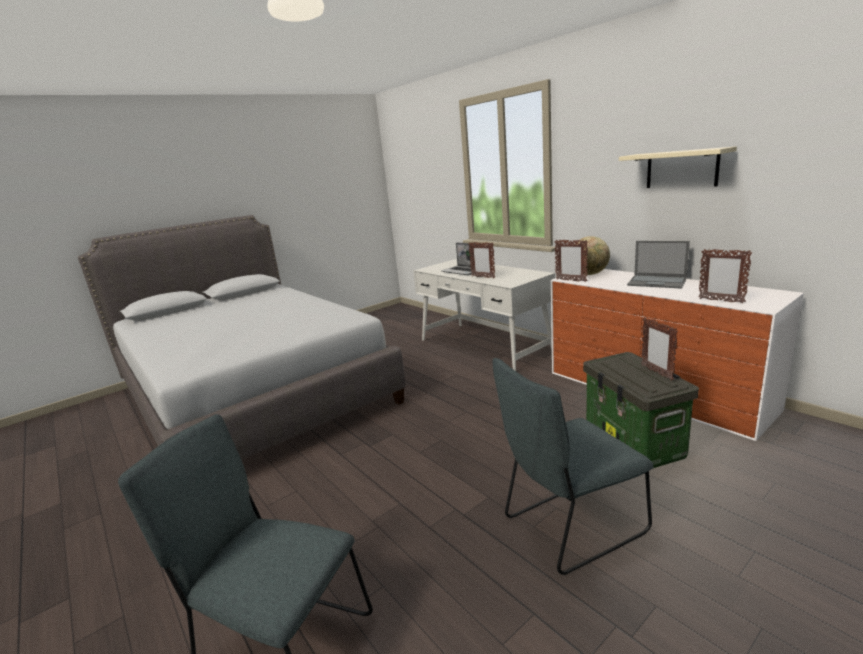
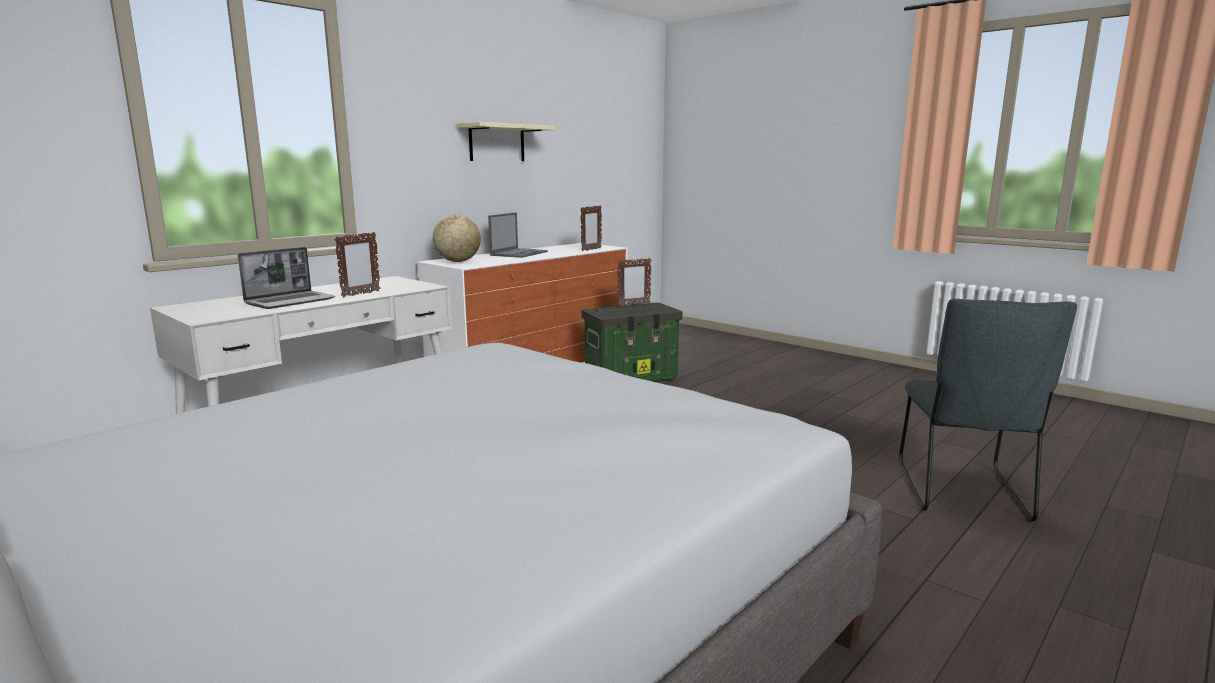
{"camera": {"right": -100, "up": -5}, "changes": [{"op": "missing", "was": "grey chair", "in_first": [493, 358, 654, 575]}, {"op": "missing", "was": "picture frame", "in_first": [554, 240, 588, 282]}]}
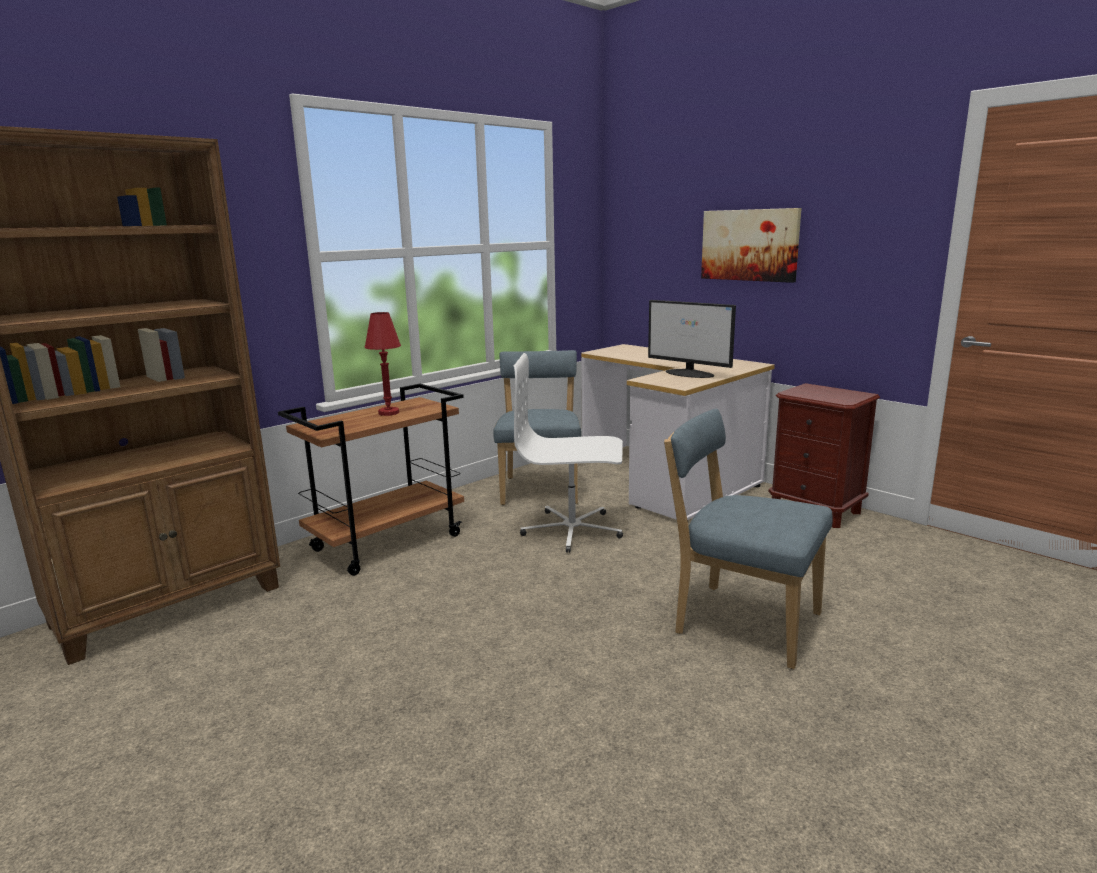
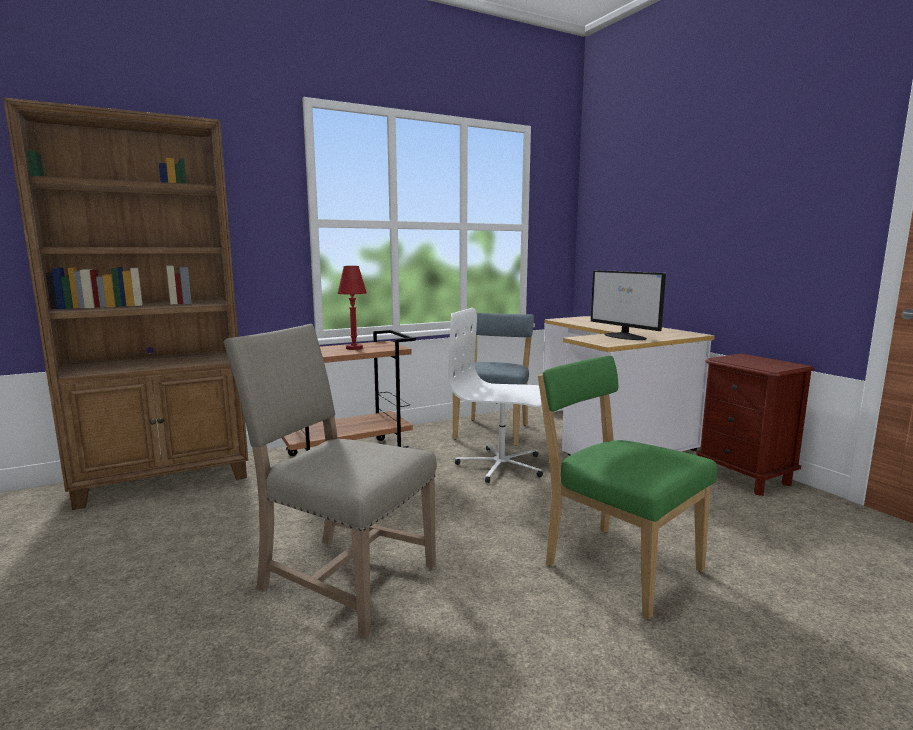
{"camera": {"right": 15, "up": -5}, "changes": [{"op": "appeared", "now": "beige chair", "in_second": [223, 324, 437, 638]}, {"op": "colour", "was": "blue-coloured chair", "now": "green chair", "in_first": [664, 409, 833, 669], "in_second": [538, 356, 717, 620]}, {"op": "missing", "was": "wall art", "in_first": [701, 208, 802, 283]}]}
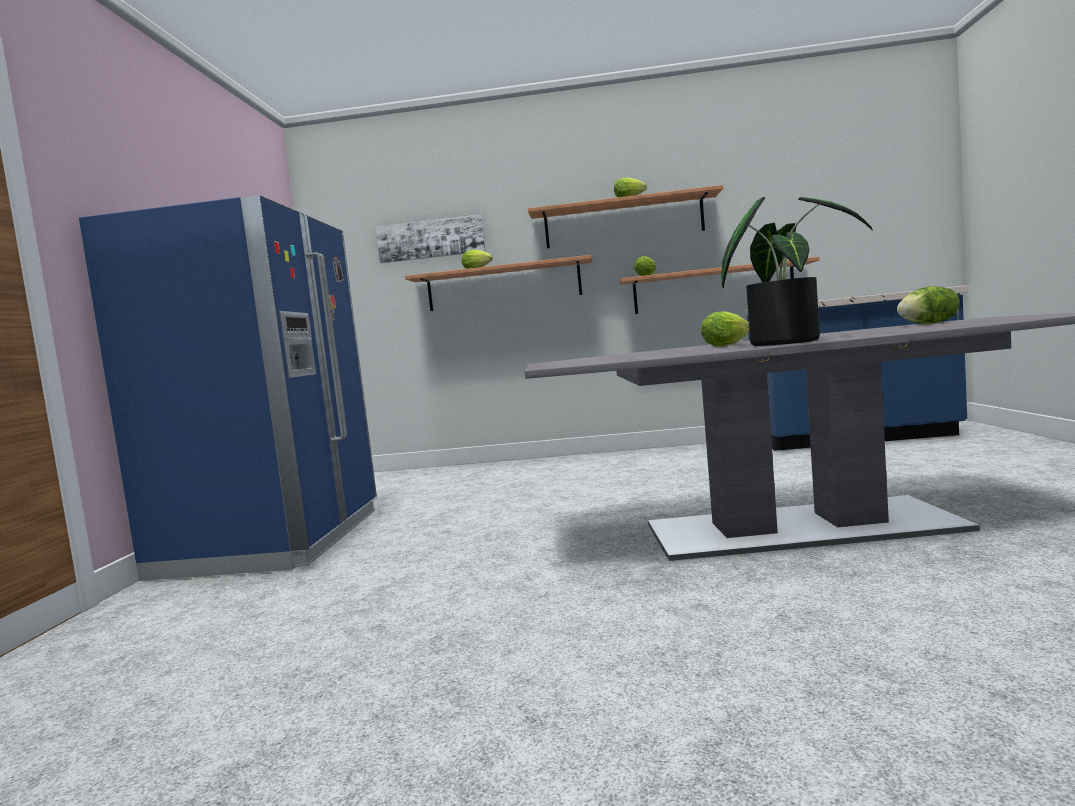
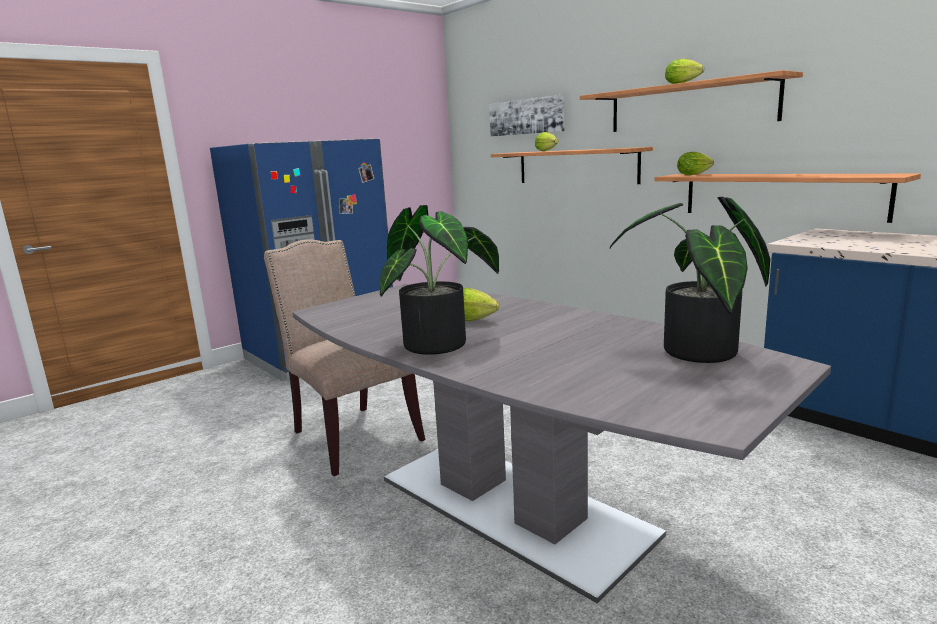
{"camera": {"right": 45, "up": 10}, "changes": [{"op": "appeared", "now": "beige chair", "in_second": [264, 239, 425, 476]}, {"op": "exchanged", "was": "head of lettuce", "now": "potted plant", "in_first": [897, 286, 960, 324], "in_second": [610, 197, 770, 363]}]}
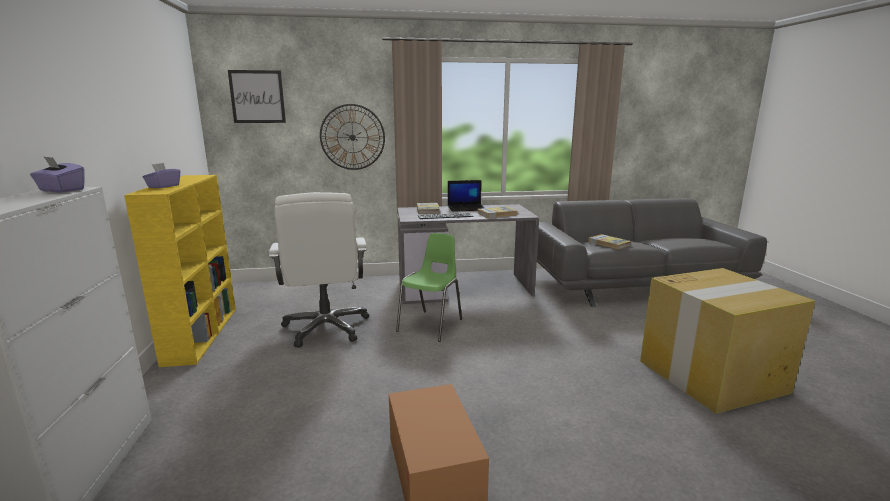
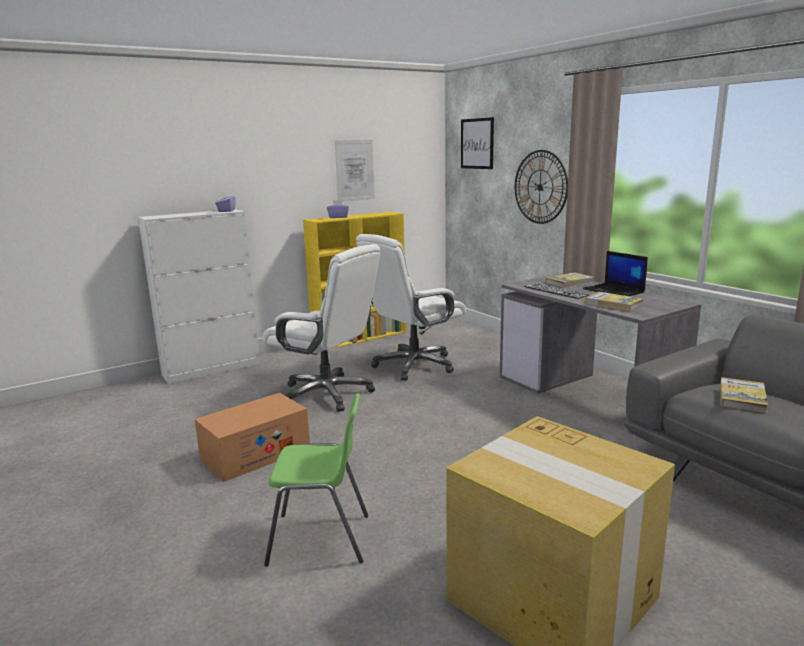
{"camera": {"right": 65, "up": 0}, "changes": [{"op": "appeared", "now": "white office chair", "in_second": [263, 244, 380, 412]}, {"op": "relocated", "was": "green chair", "in_first": [396, 233, 462, 342], "in_second": [264, 393, 368, 566]}, {"op": "appeared", "now": "wall art", "in_second": [335, 140, 375, 202]}]}
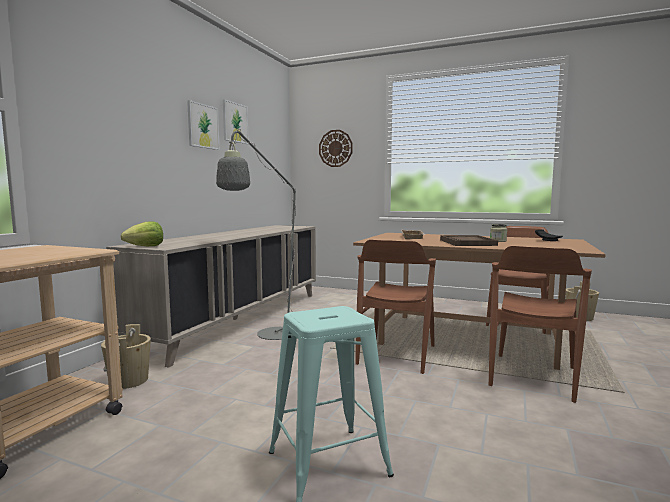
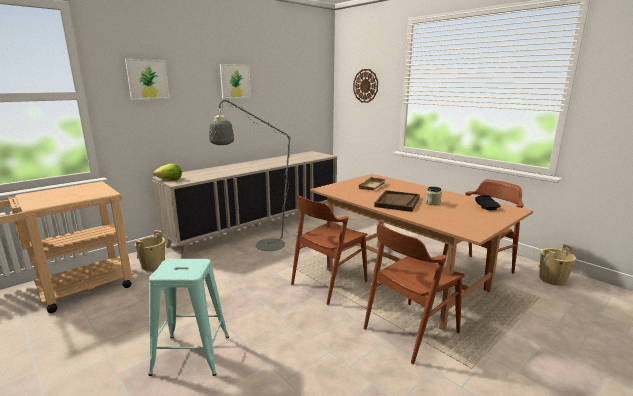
{"camera": {"right": 25, "up": 10}, "changes": [{"op": "relocated", "was": "wall art", "in_first": [223, 99, 249, 144], "in_second": [125, 59, 170, 100]}]}
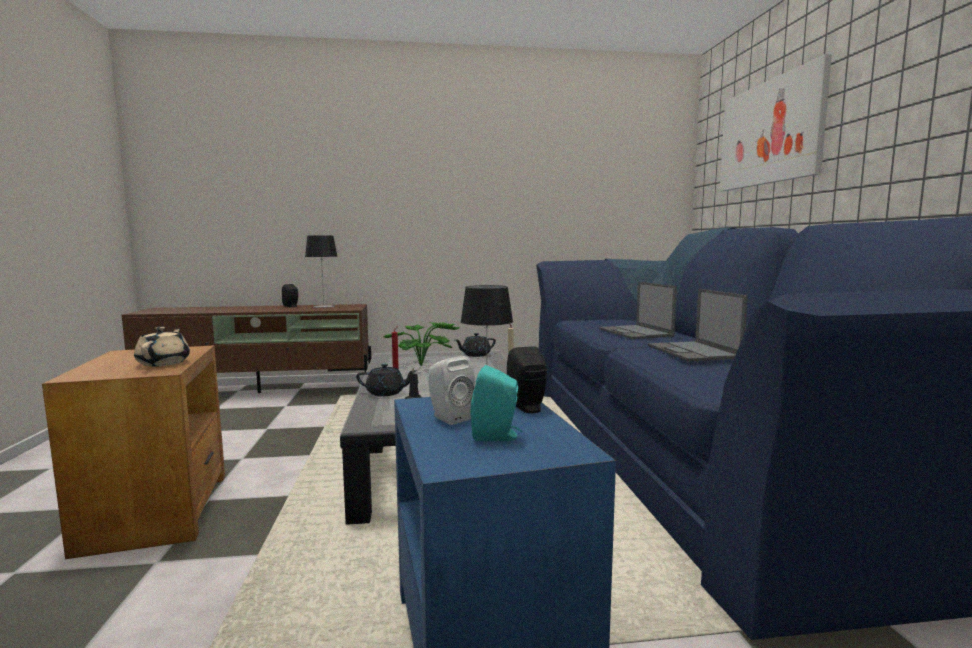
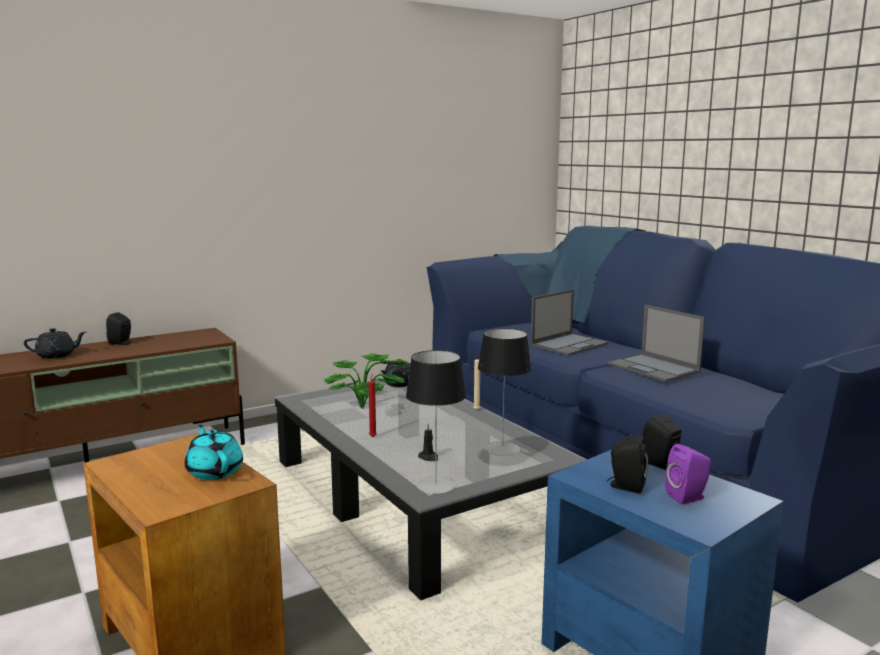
{"camera": {"right": -25, "up": 5}, "changes": [{"op": "relocated", "was": "black-coloured teapot", "in_first": [356, 364, 417, 396], "in_second": [24, 328, 86, 359]}, {"op": "colour", "was": "beige teapot", "now": "blue-green teapot", "in_first": [134, 327, 190, 367], "in_second": [185, 425, 243, 480]}, {"op": "relocated", "was": "lamp for a table", "in_first": [305, 235, 338, 308], "in_second": [406, 350, 466, 494]}, {"op": "spun", "was": "portable computer", "in_first": [599, 282, 677, 339], "in_second": [531, 289, 608, 356], "clockwise": -90}, {"op": "colour", "was": "white loudspeaker", "now": "black-coloured loudspeaker", "in_first": [428, 356, 475, 425], "in_second": [607, 435, 648, 494]}, {"op": "colour", "was": "blue-green loudspeaker", "now": "purplish loudspeaker", "in_first": [471, 365, 522, 441], "in_second": [665, 444, 711, 504]}, {"op": "missing", "was": "wall art", "in_first": [720, 54, 832, 191]}]}
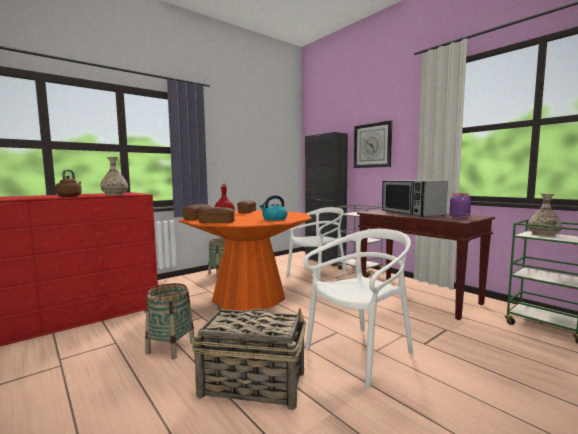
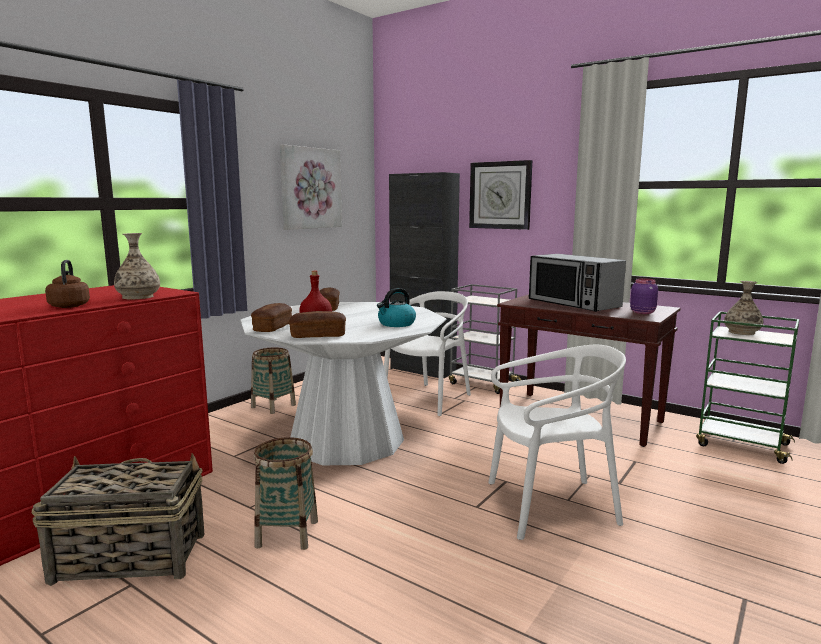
{"camera": {"right": -15, "up": 5}, "changes": [{"op": "relocated", "was": "basket", "in_first": [192, 303, 306, 410], "in_second": [31, 453, 204, 586]}, {"op": "colour", "was": "orange-coloured dining table", "now": "white dining table", "in_first": [179, 210, 312, 311], "in_second": [241, 302, 446, 465]}, {"op": "appeared", "now": "wall art", "in_second": [280, 144, 342, 230]}, {"op": "spun", "was": "white chair", "in_first": [303, 229, 413, 388], "in_second": [488, 345, 626, 540], "clockwise": 45}]}
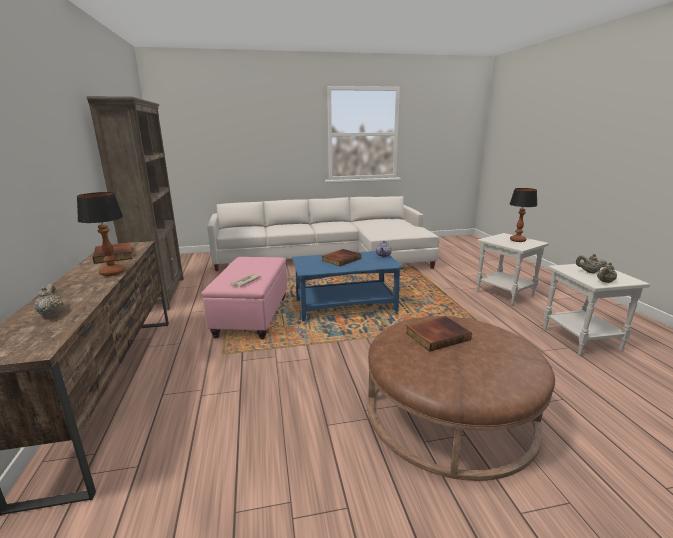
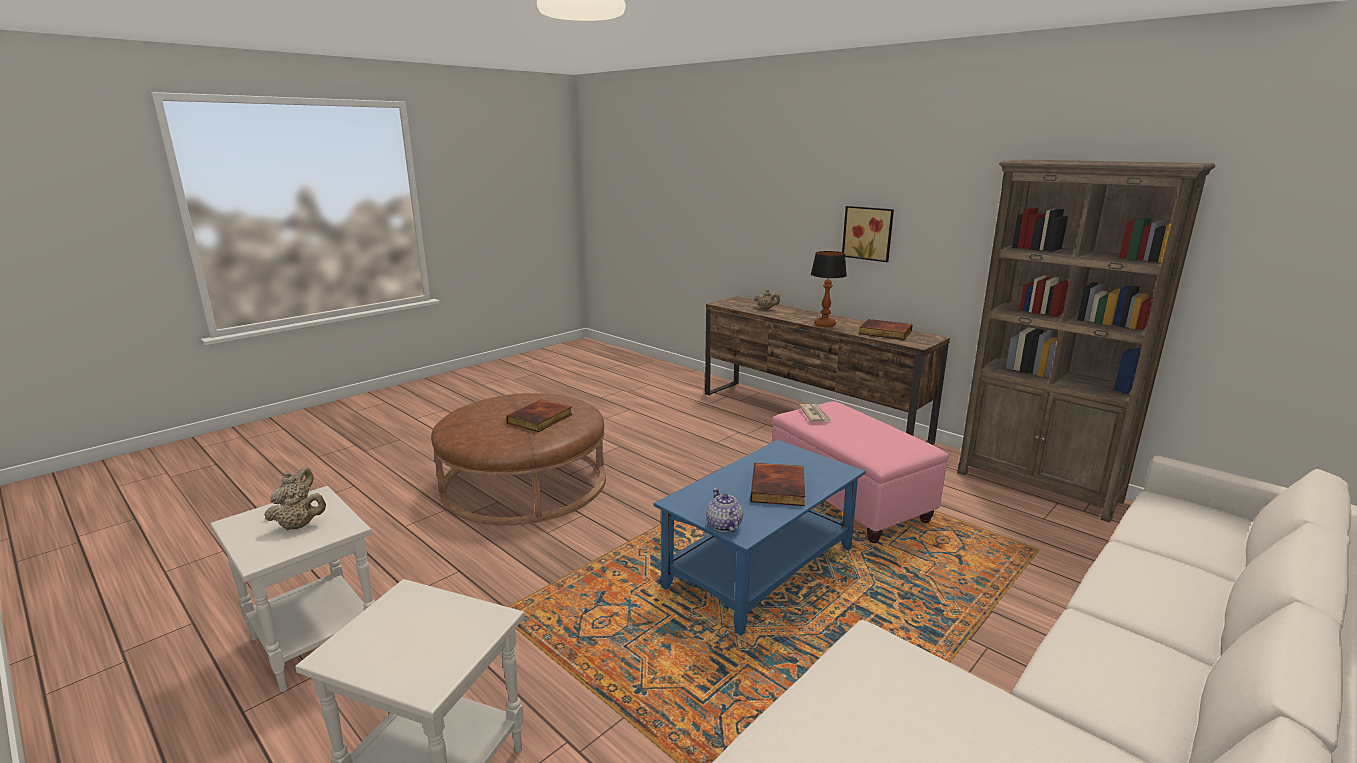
{"camera": {"right": 145, "up": 0}, "changes": [{"op": "appeared", "now": "wall art", "in_second": [842, 206, 894, 262]}, {"op": "missing", "was": "lamp for a table", "in_first": [510, 188, 537, 242]}]}
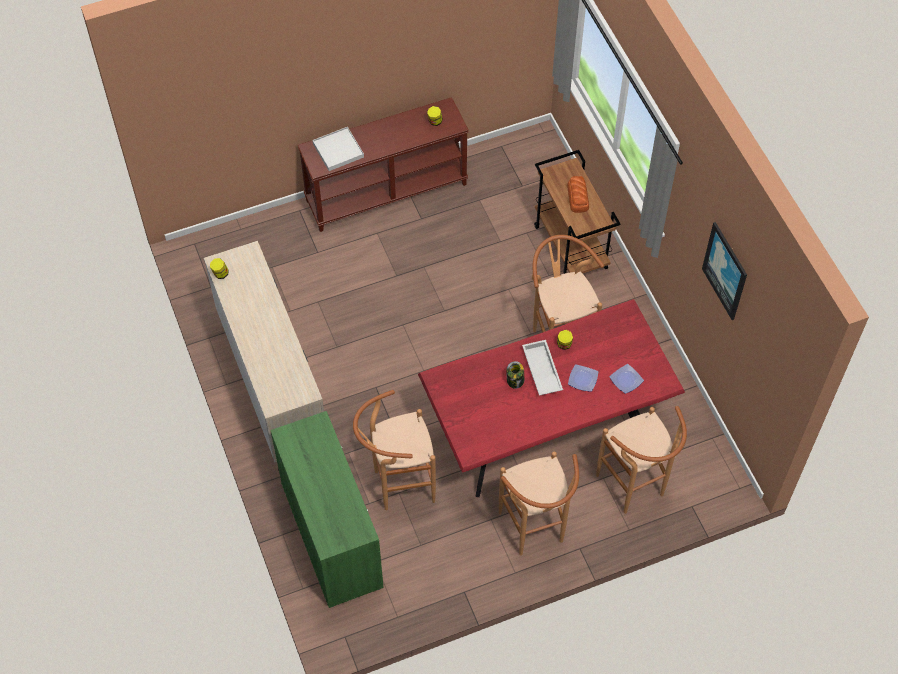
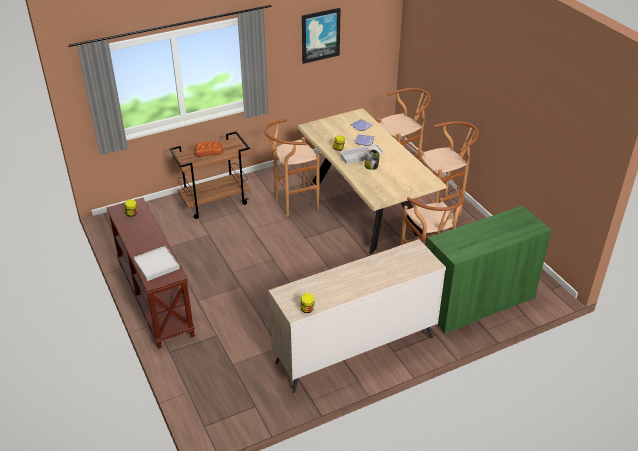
{"camera": {"right": -95, "up": -20}, "changes": [{"op": "colour", "was": "reddish dining table", "now": "beige dining table", "in_first": [418, 299, 685, 497], "in_second": [297, 108, 447, 254]}]}
